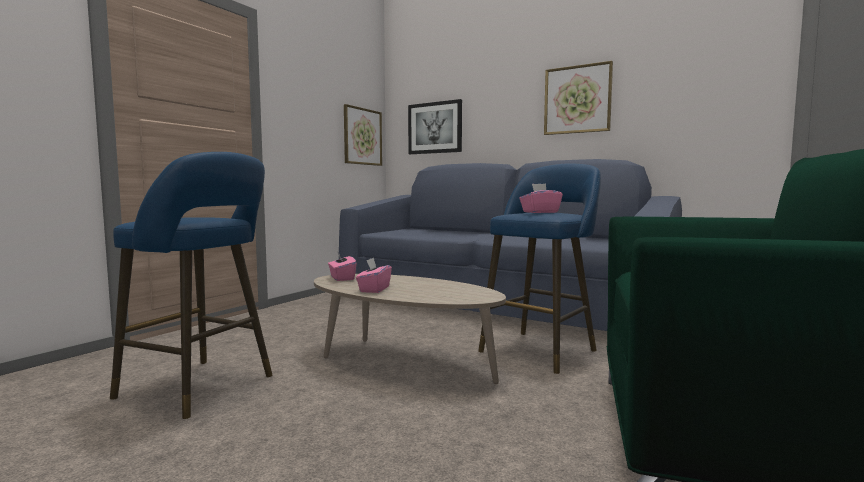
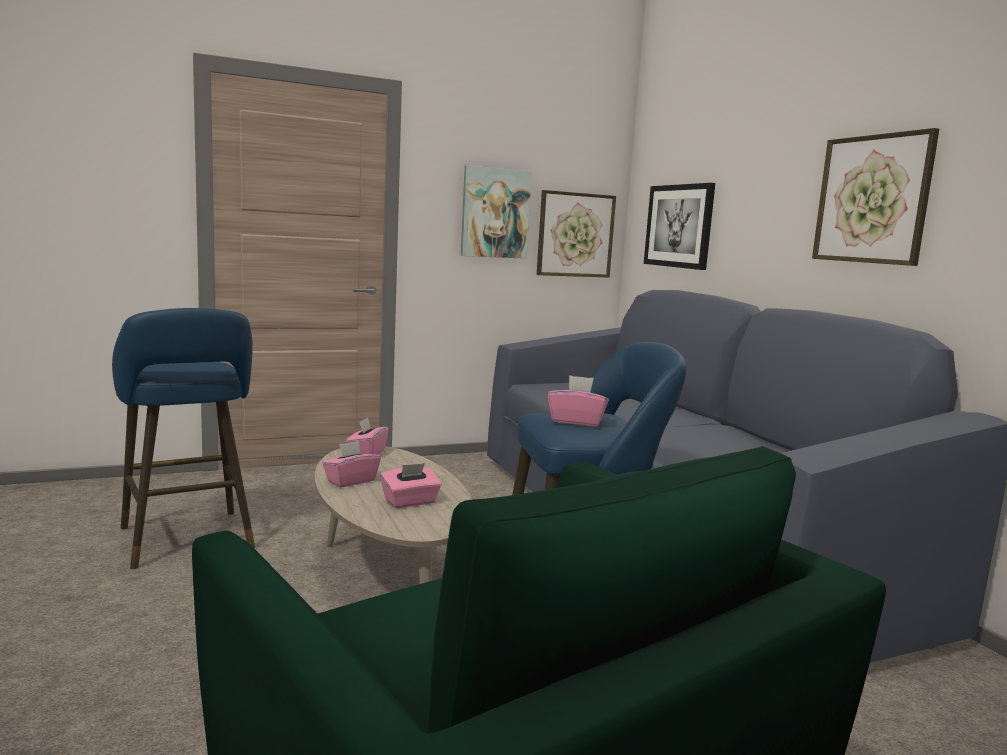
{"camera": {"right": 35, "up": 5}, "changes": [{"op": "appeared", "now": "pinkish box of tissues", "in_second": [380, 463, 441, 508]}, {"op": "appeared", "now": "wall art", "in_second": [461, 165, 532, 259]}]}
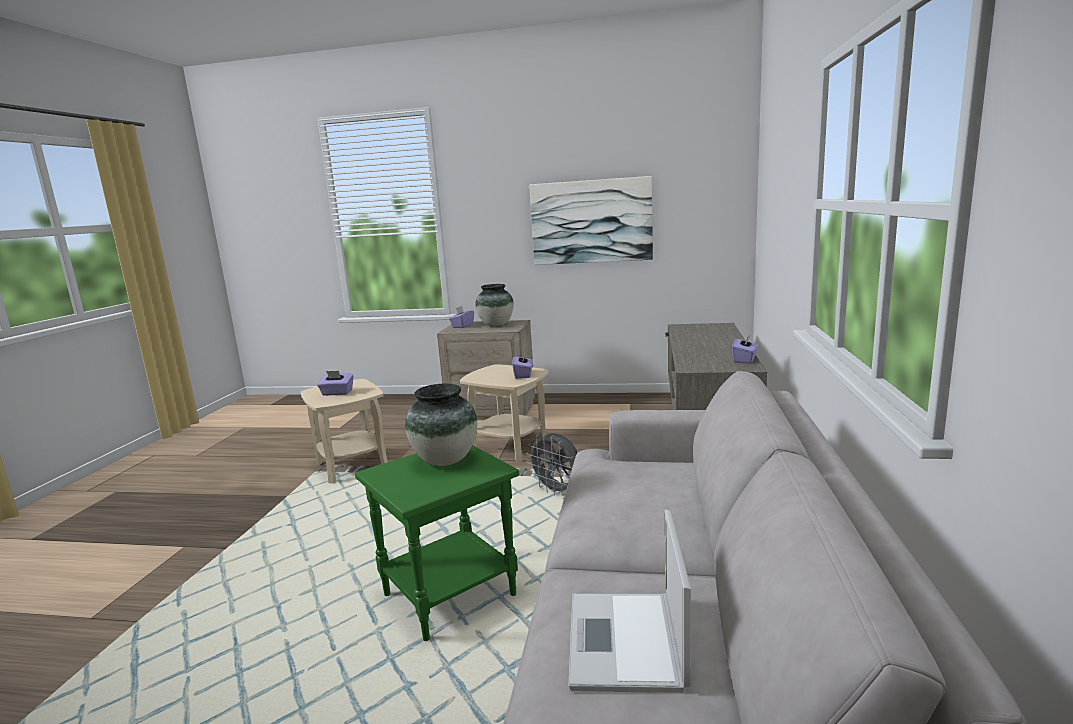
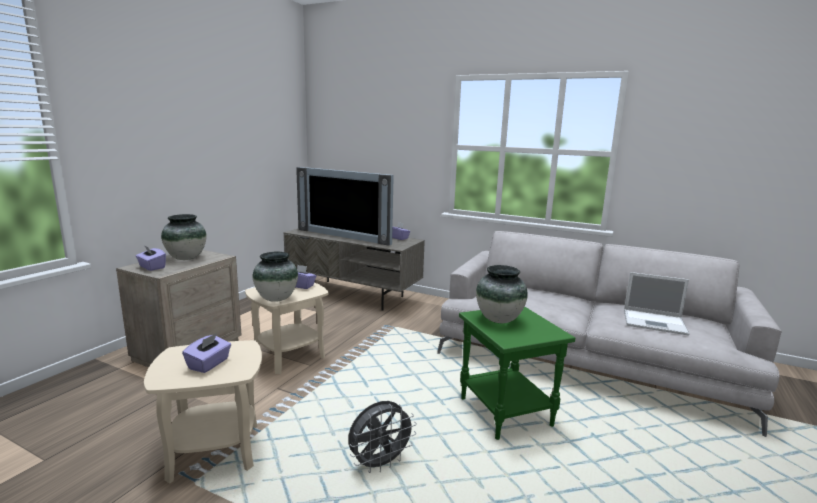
{"camera": {"right": -75, "up": 0}, "changes": [{"op": "appeared", "now": "flower vase", "in_second": [253, 252, 298, 302]}, {"op": "appeared", "now": "TV", "in_second": [296, 167, 394, 246]}, {"op": "relocated", "was": "grey cooling fan", "in_first": [526, 433, 578, 495], "in_second": [348, 401, 417, 473]}, {"op": "missing", "was": "wall art", "in_first": [529, 176, 653, 265]}]}
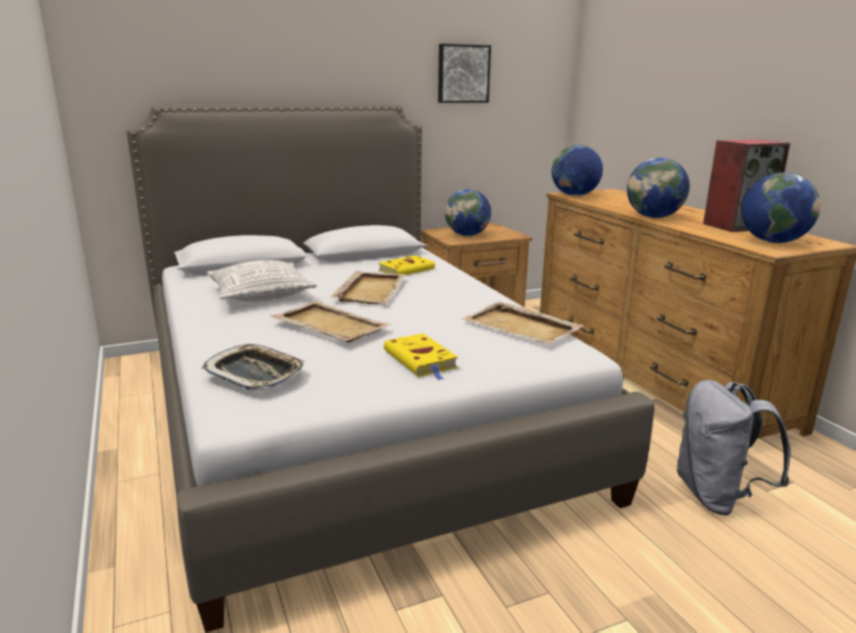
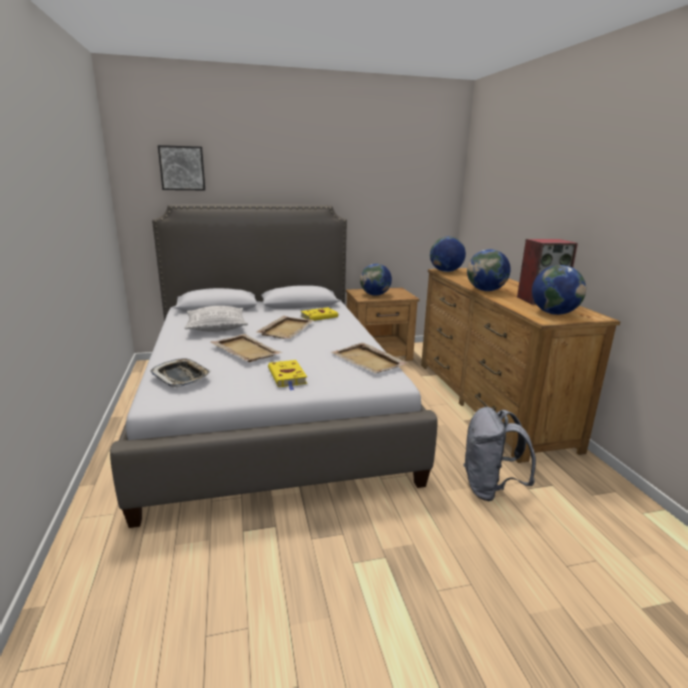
{"camera": {"right": 10, "up": 0}, "changes": [{"op": "relocated", "was": "wall art", "in_first": [438, 44, 491, 103], "in_second": [158, 145, 205, 190]}]}
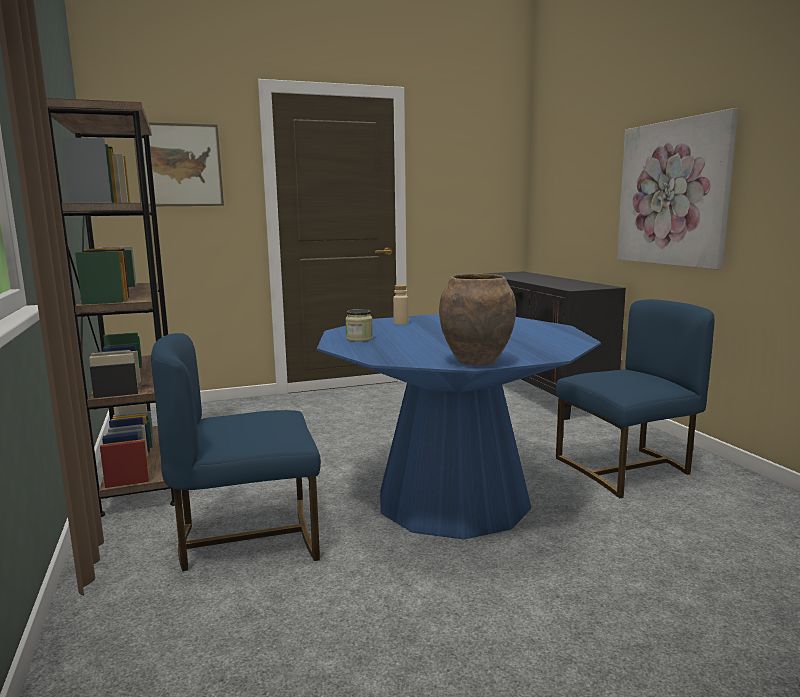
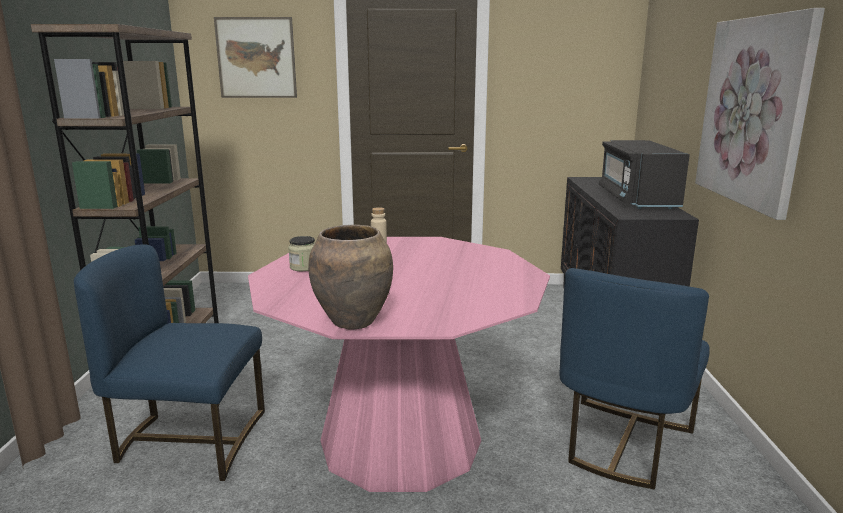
{"camera": {"right": 20, "up": 5}, "changes": [{"op": "colour", "was": "blue-coloured dining table", "now": "pinkish dining table", "in_first": [317, 314, 601, 540], "in_second": [248, 237, 550, 492]}, {"op": "spun", "was": "blue-coloured chair", "in_first": [556, 299, 714, 498], "in_second": [560, 268, 710, 490], "clockwise": 120}, {"op": "appeared", "now": "black-coloured kitchen microwave", "in_second": [599, 140, 690, 209]}]}
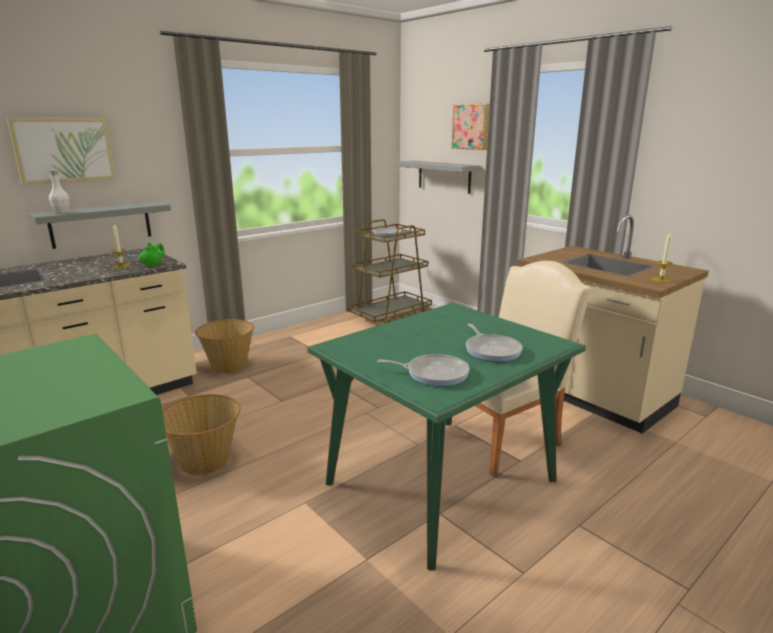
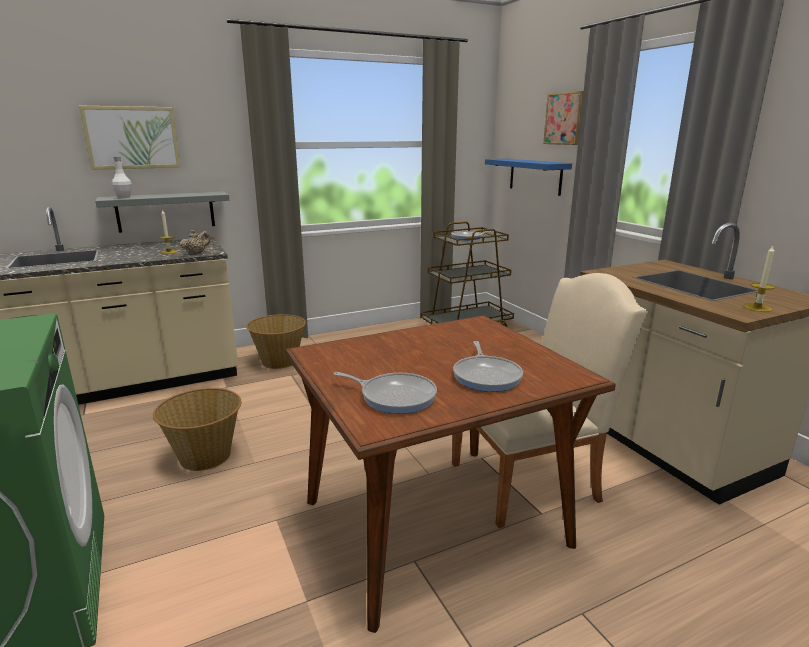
{"camera": {"right": 15, "up": 0}, "changes": [{"op": "colour", "was": "green teapot", "now": "beige teapot", "in_first": [139, 242, 165, 267], "in_second": [180, 230, 210, 255]}, {"op": "colour", "was": "green dining table", "now": "brown dining table", "in_first": [307, 303, 586, 571], "in_second": [285, 315, 616, 633]}, {"op": "colour", "was": "grey shelf", "now": "blue-coloured shelf", "in_first": [396, 161, 480, 194], "in_second": [485, 159, 572, 196]}]}
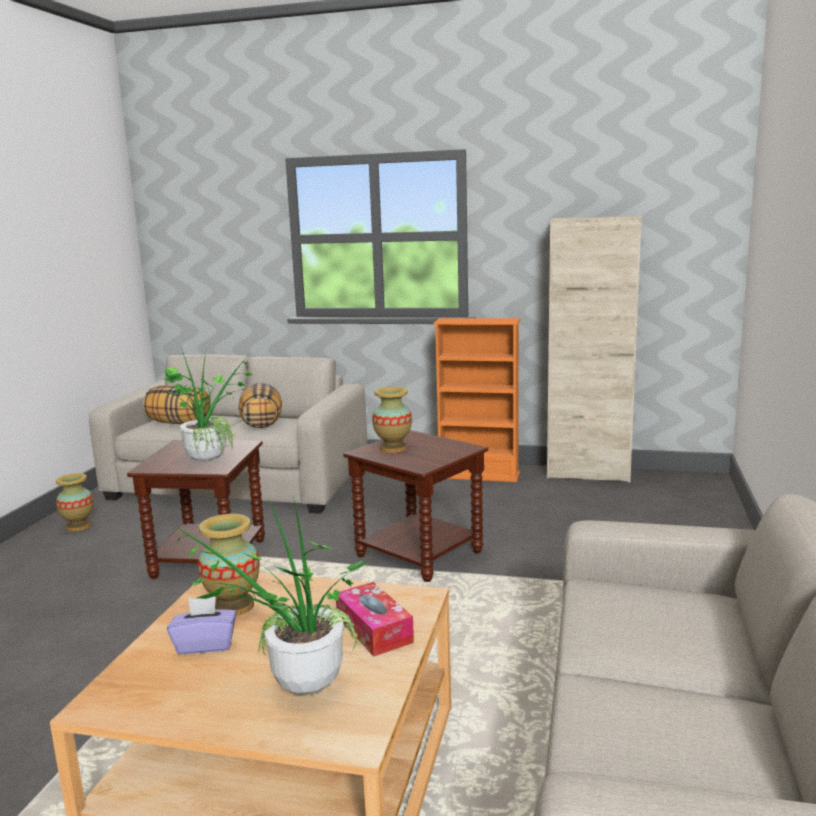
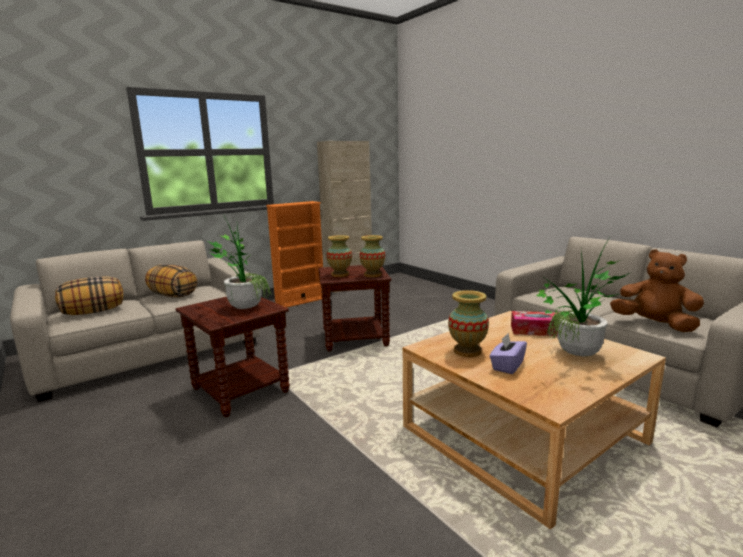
{"camera": {"right": -50, "up": 0}, "changes": [{"op": "relocated", "was": "flower vase", "in_first": [56, 473, 93, 531], "in_second": [360, 235, 385, 277]}, {"op": "appeared", "now": "brown plush toy", "in_second": [610, 249, 704, 332]}]}
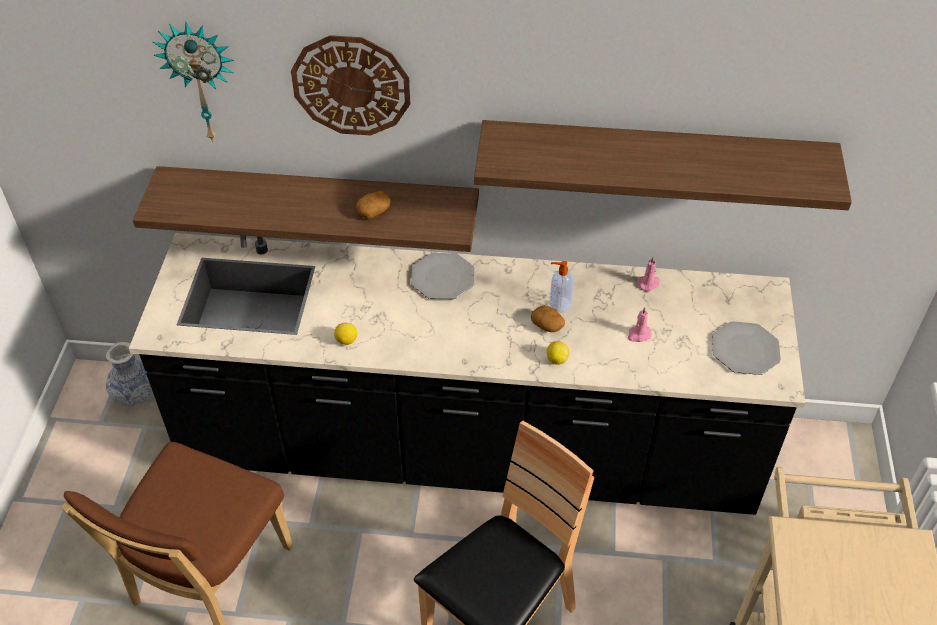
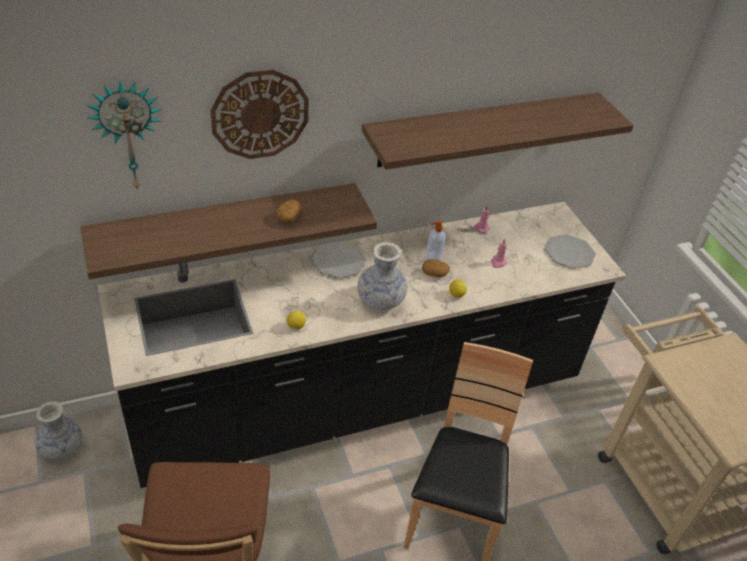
{"camera": {"right": -30, "up": -5}, "changes": [{"op": "appeared", "now": "flower vase", "in_second": [358, 242, 408, 310]}]}
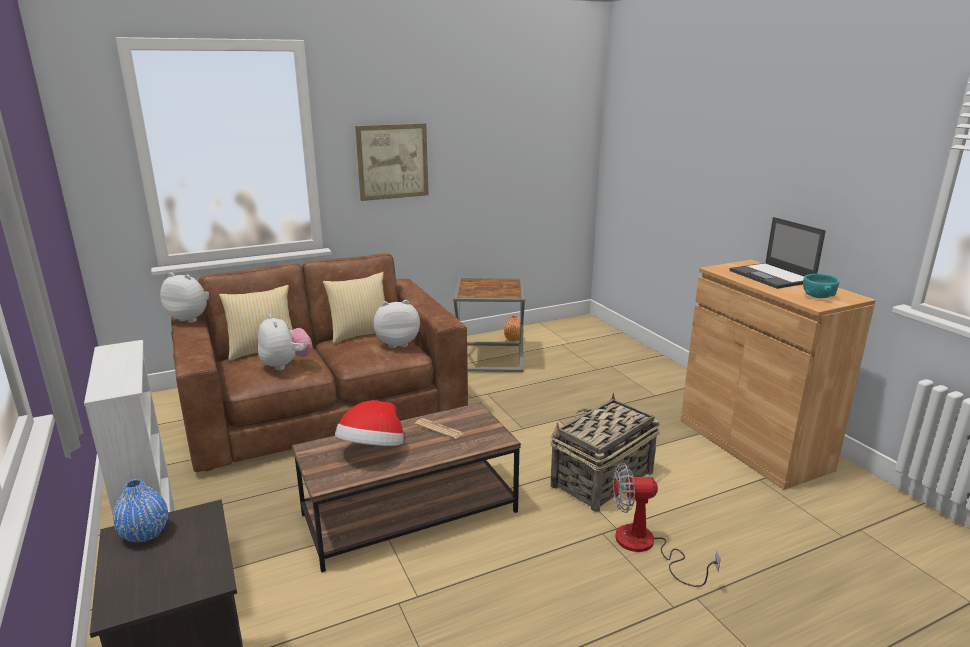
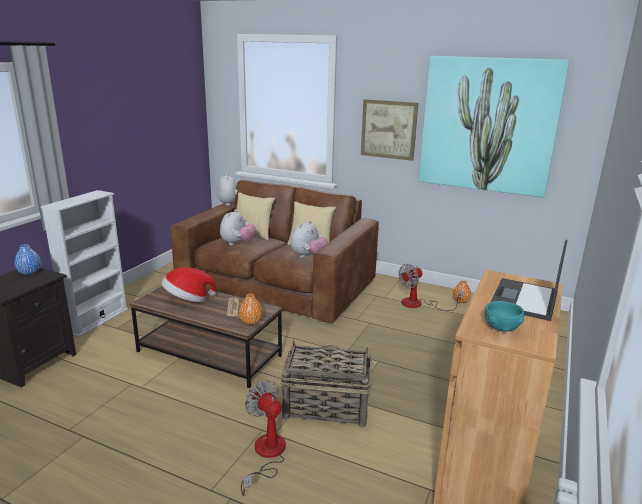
{"camera": {"right": 50, "up": 0}, "changes": [{"op": "appeared", "now": "orange-coloured flower vase", "in_second": [239, 294, 263, 325]}, {"op": "spun", "was": "plush toy", "in_first": [373, 300, 420, 348], "in_second": [291, 221, 328, 258], "clockwise": 90}, {"op": "exchanged", "was": "grey side table", "now": "cooling fan", "in_first": [453, 277, 525, 372], "in_second": [398, 264, 463, 311]}, {"op": "appeared", "now": "wall art", "in_second": [418, 56, 570, 197]}]}
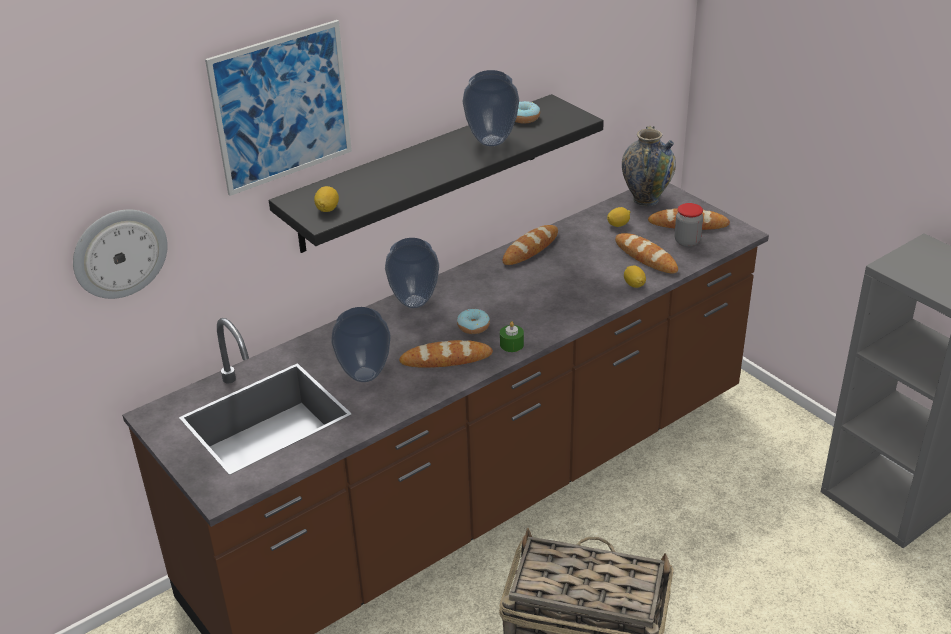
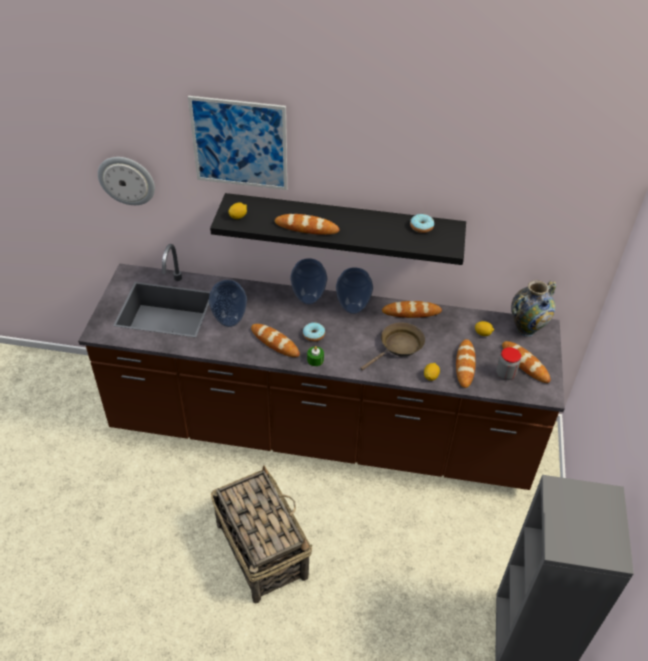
{"camera": {"right": 45, "up": 10}, "changes": [{"op": "appeared", "now": "bread", "in_second": [275, 214, 339, 235]}, {"op": "relocated", "was": "flower vase", "in_first": [463, 70, 519, 146], "in_second": [336, 267, 373, 314]}, {"op": "appeared", "now": "brown frying pan", "in_second": [360, 322, 425, 370]}]}
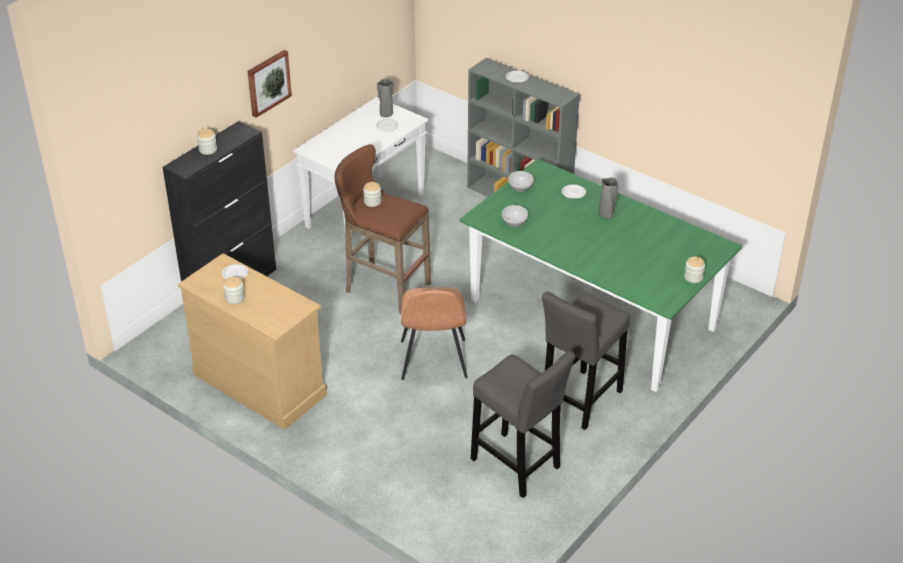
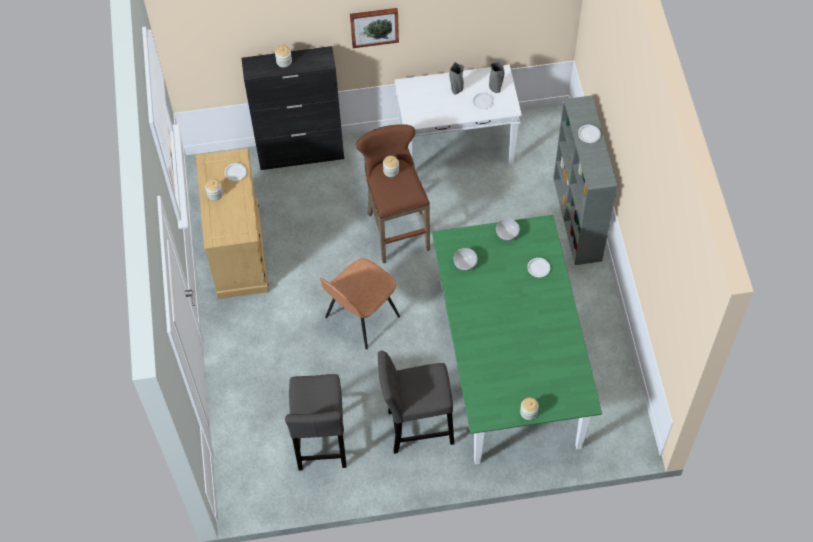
{"camera": {"right": 45, "up": 20}, "changes": [{"op": "relocated", "was": "grey flower vase", "in_first": [599, 177, 618, 219], "in_second": [449, 62, 464, 95]}]}
